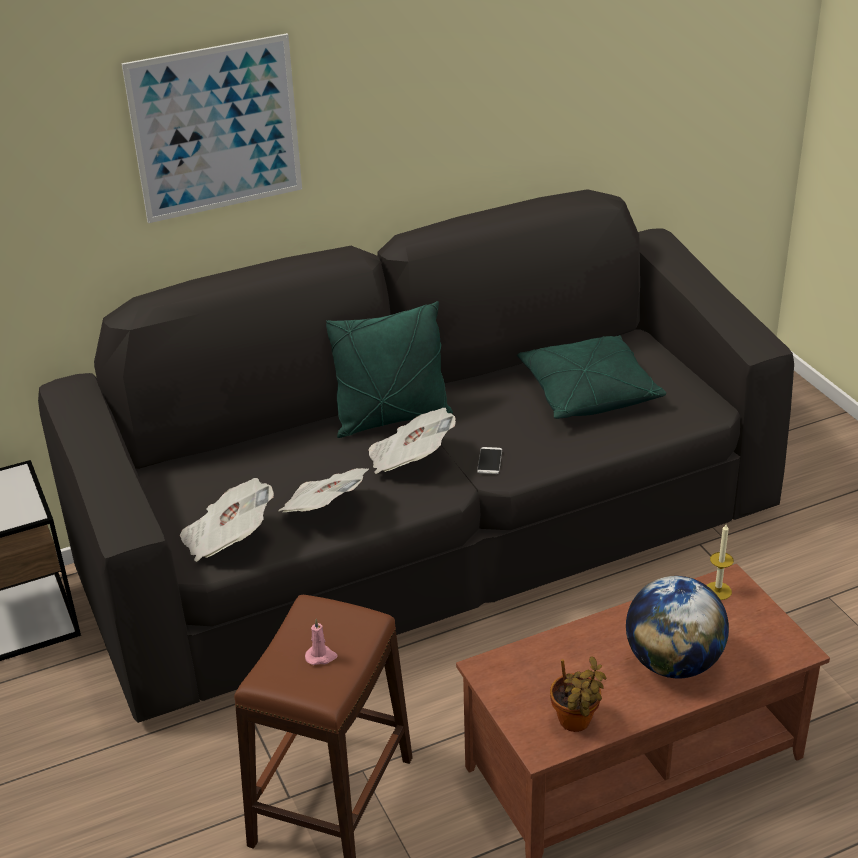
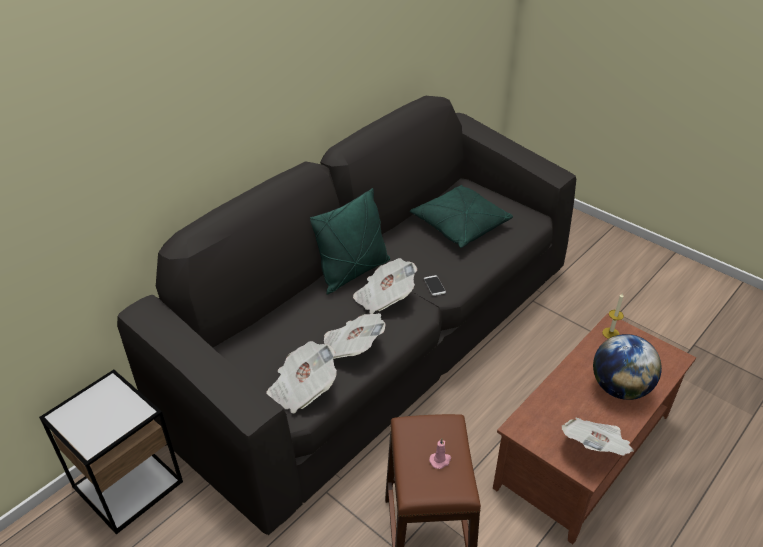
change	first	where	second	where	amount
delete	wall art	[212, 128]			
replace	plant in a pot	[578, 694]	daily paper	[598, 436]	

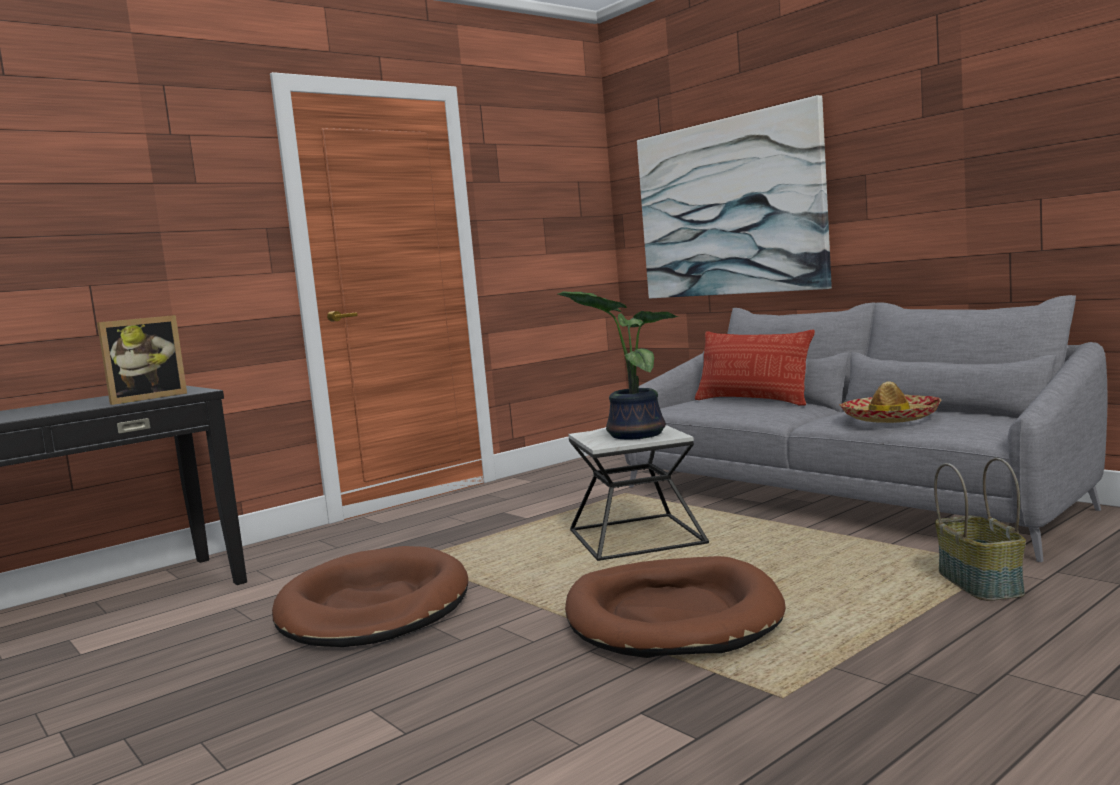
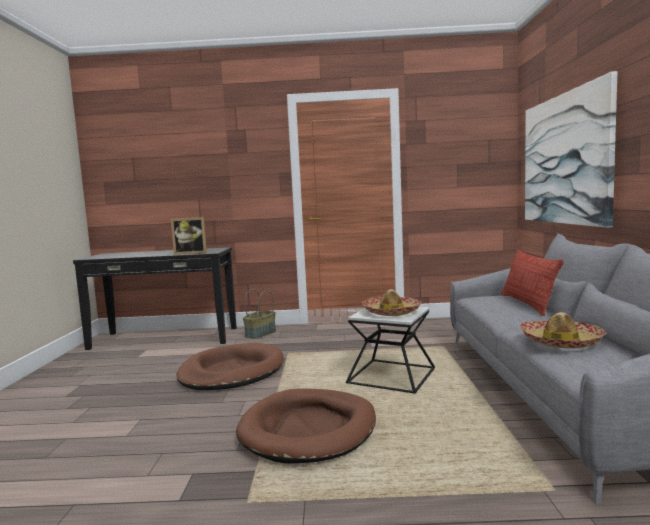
change	first	where	second	where	amount
replace	plant in a pot	[618, 365]	clothing hat	[391, 302]	
move	storage basket	[980, 529]		[259, 314]	

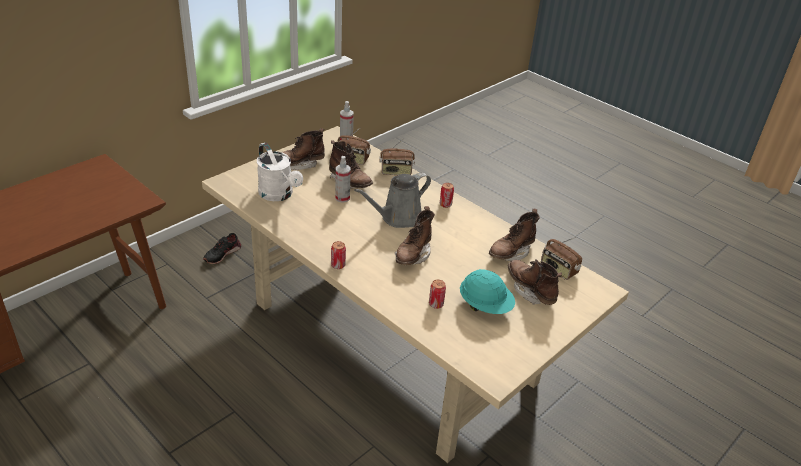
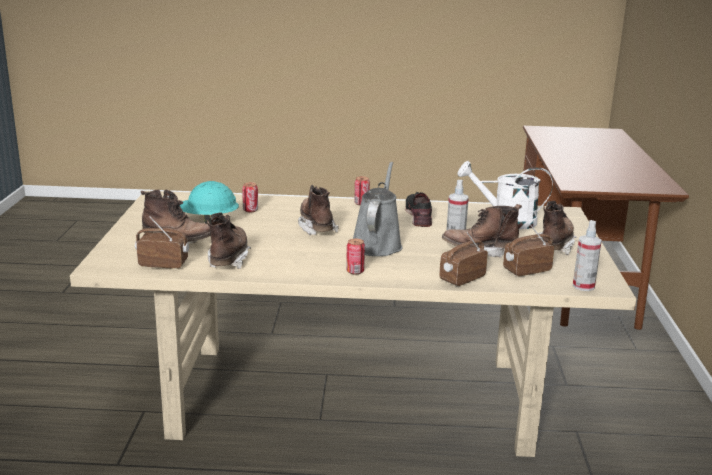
change	first	where	second	where	amount
move	black-coloured low shoe	[222, 248]		[418, 209]	

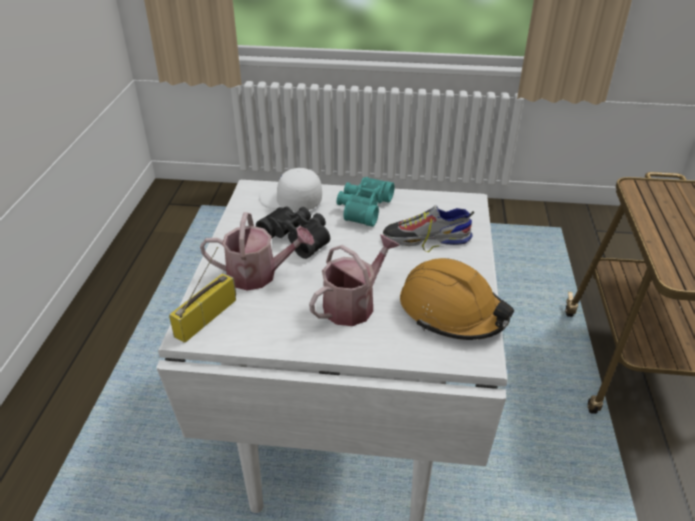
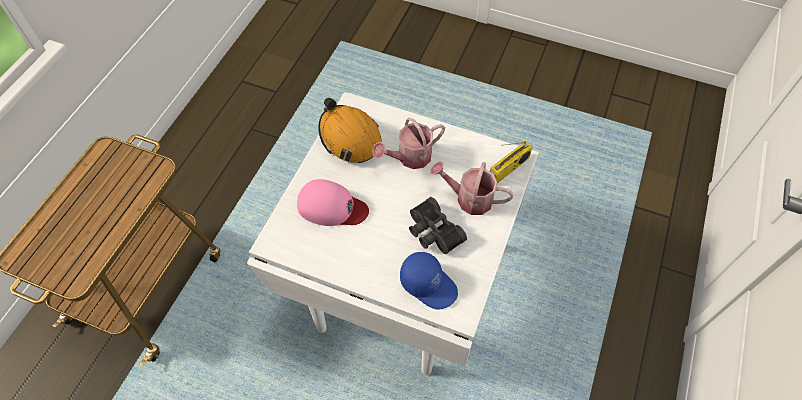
change	first	where	second	where	amount
recolor	white baseball cap	[290, 189]	bluish baseball cap	[429, 281]	
delete	blue-green pair of binoculars	[366, 202]			
replace	low shoe	[429, 228]	pinkish baseball cap	[333, 202]	

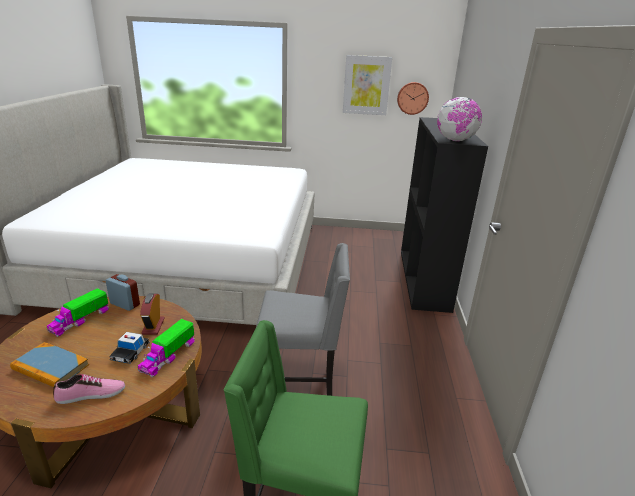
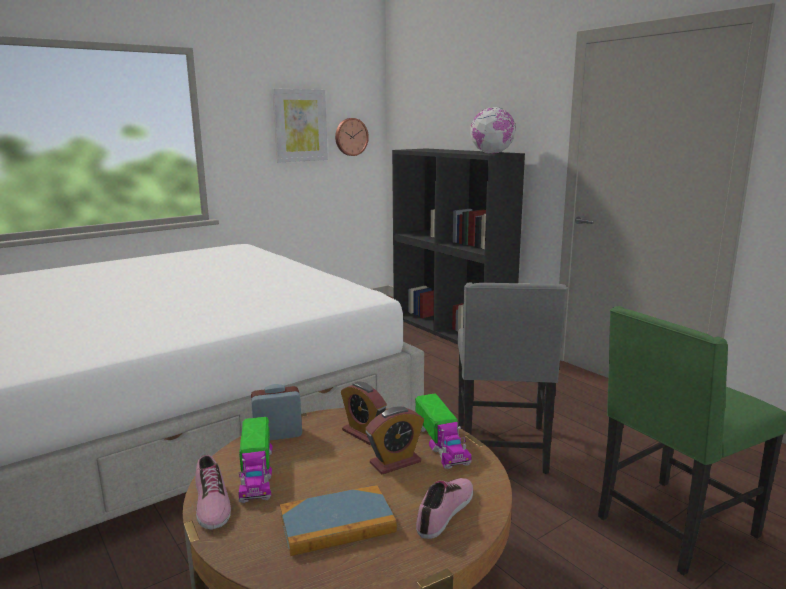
change	first	where	second	where	amount
replace	toy car	[129, 348]	alarm clock	[394, 440]	
rotate	gray plain chair	[303, 319]		[512, 378]	135 degrees clockwise
insert			low shoe	[213, 492]	

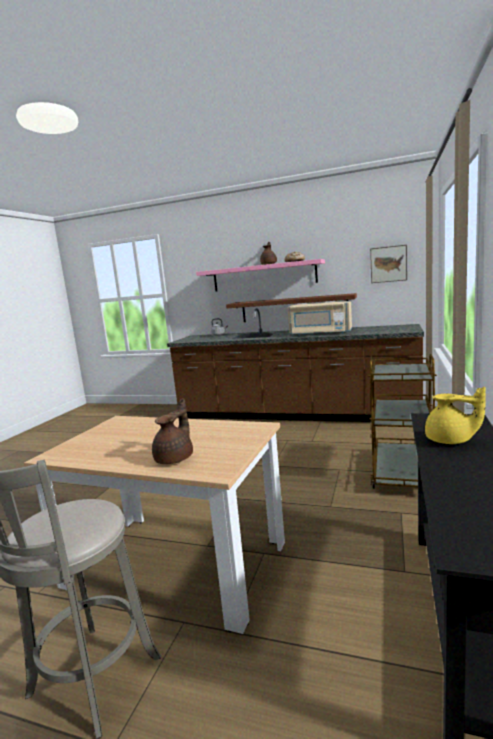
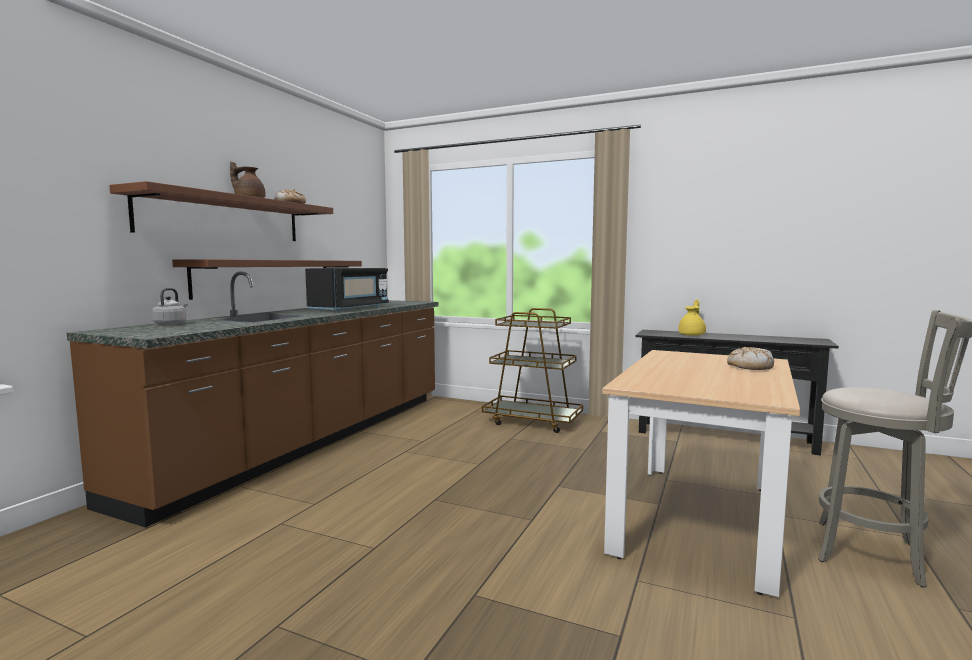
change	first	where	second	where	amount
replace	brown-coloured pot for tea	[172, 431]	bakery bread	[750, 358]	
recolor	pinkish wall shelf	[260, 275]	brown-coloured wall shelf	[221, 211]	
recolor	sand-coloured microwave oven	[320, 318]	black-coloured microwave oven	[347, 290]	
delete	wall art	[388, 264]			

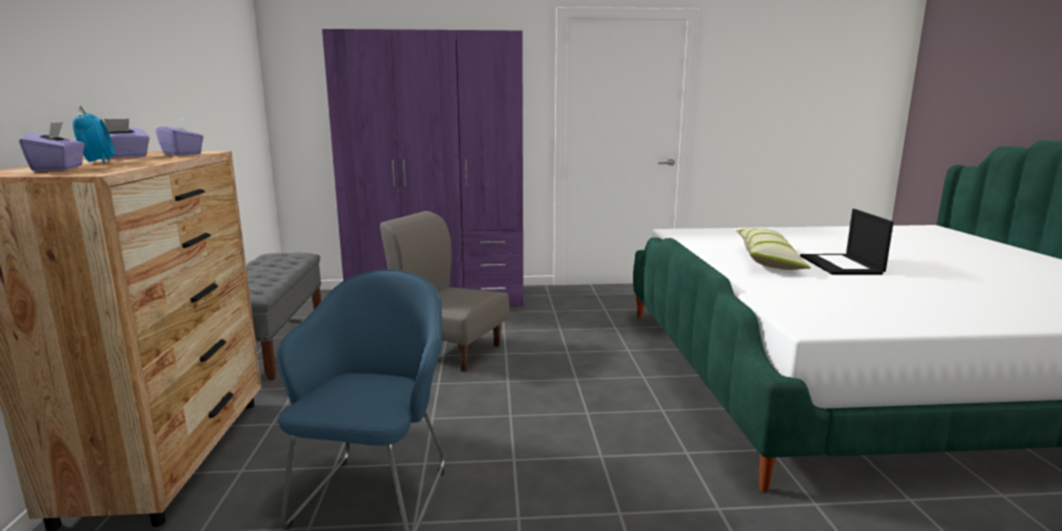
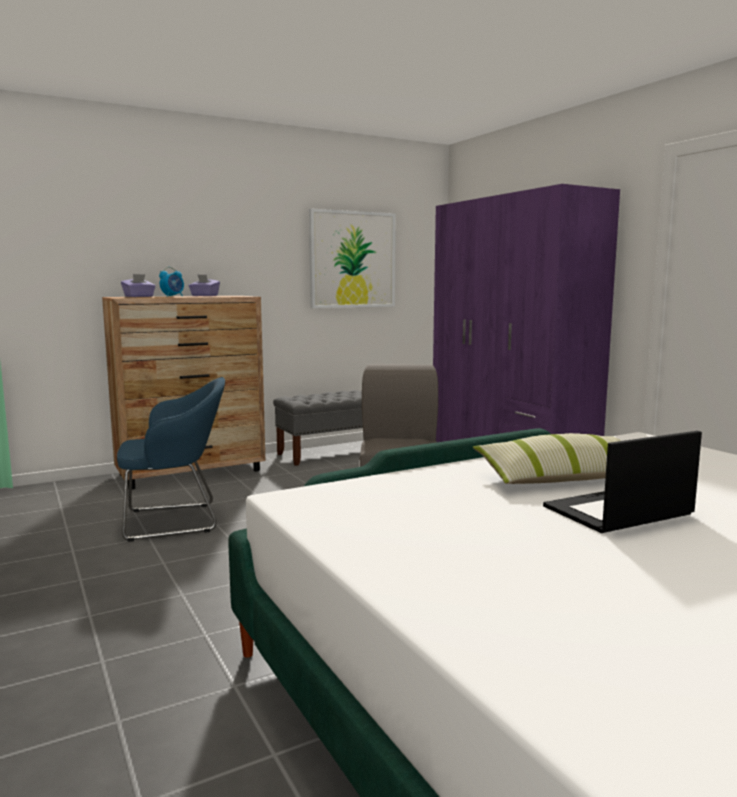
change	first	where	second	where	amount
delete	purple-coloured box of tissues	[180, 137]			
insert			wall art	[352, 258]	

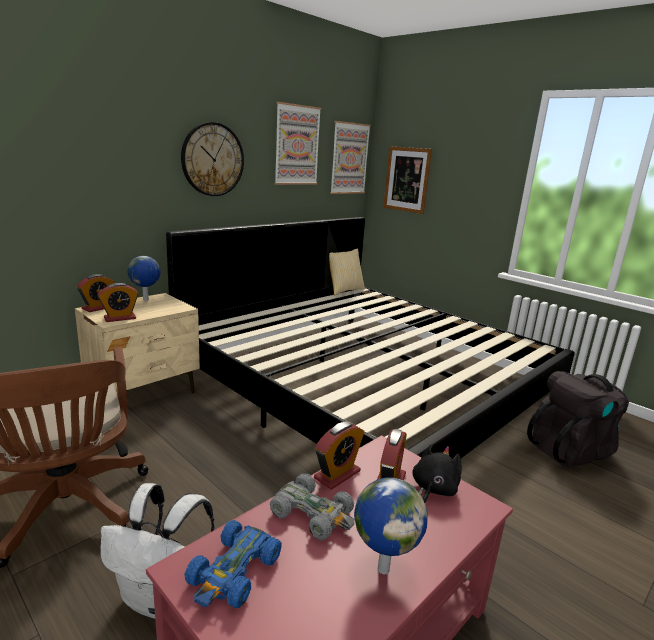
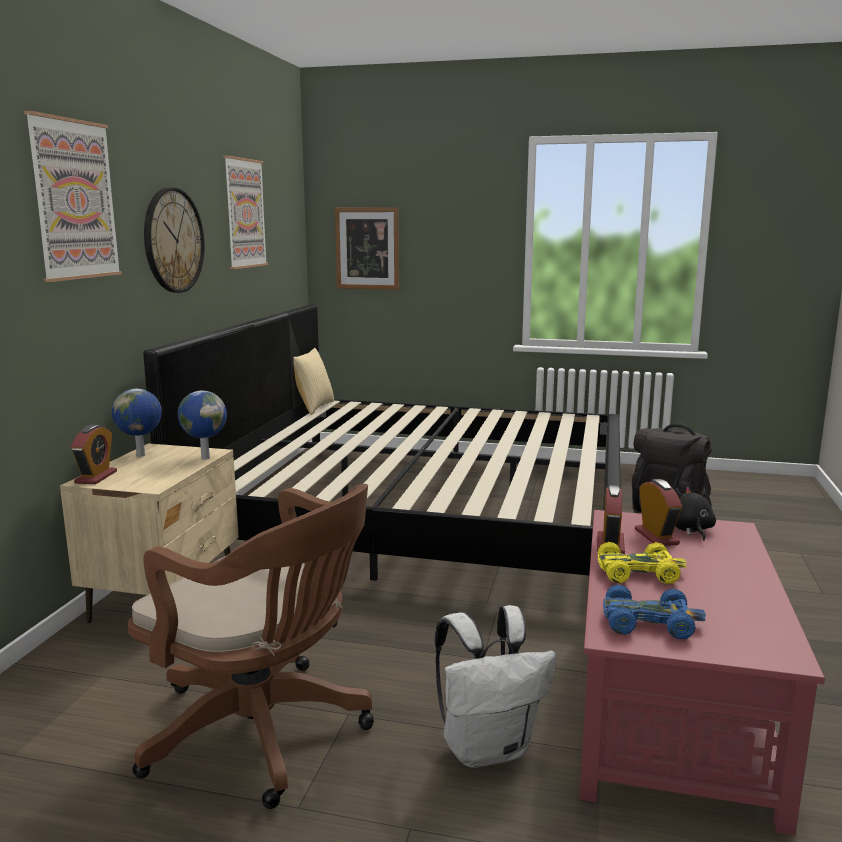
change	first	where	second	where	amount
delete	alarm clock	[117, 302]			
rotate	bluish toy car	[233, 564]		[654, 611]	75 degrees counterclockwise
recolor	gray toy car	[312, 506]	yellow toy car	[642, 563]	
move	wall art	[350, 157]		[73, 196]	
move	desk globe	[391, 525]		[202, 425]	

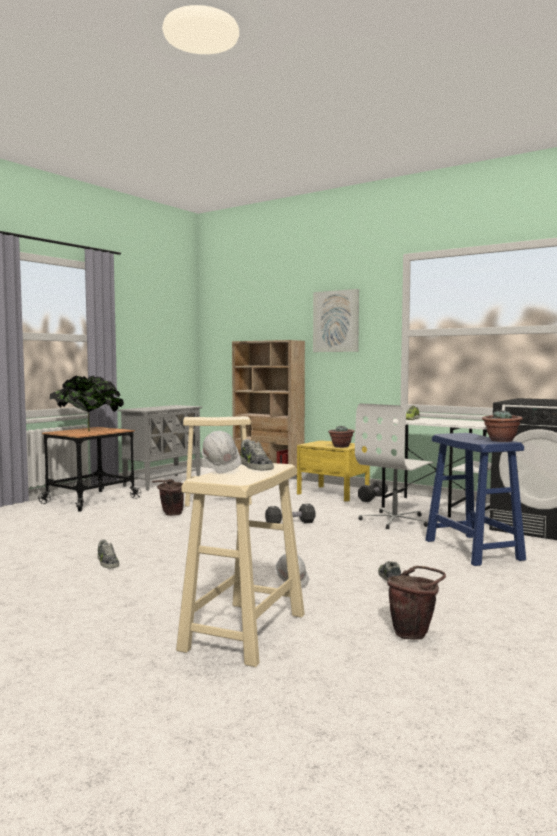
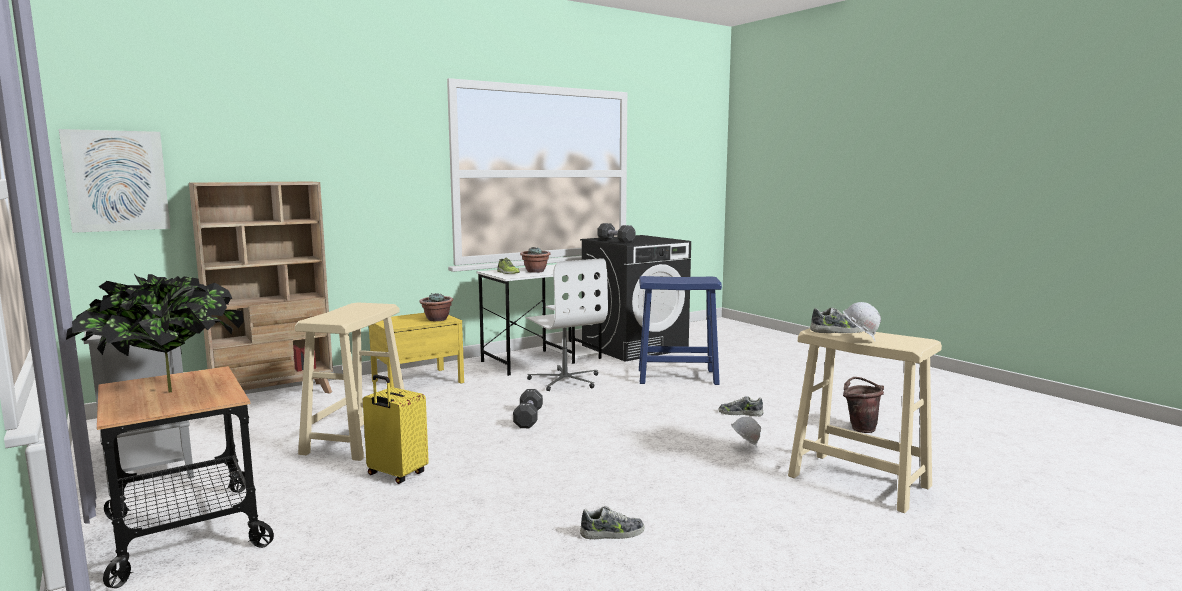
change	first	where	second	where	amount
replace	brown-coloured bucket	[168, 497]	yellow piece of luggage	[396, 429]	
move	wall art	[336, 320]		[114, 181]	
move	black-coloured free weight	[373, 491]		[617, 233]	
move	plant in a pot	[502, 426]		[535, 260]	

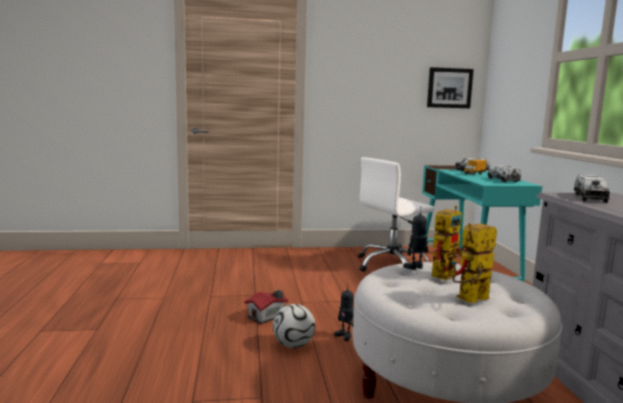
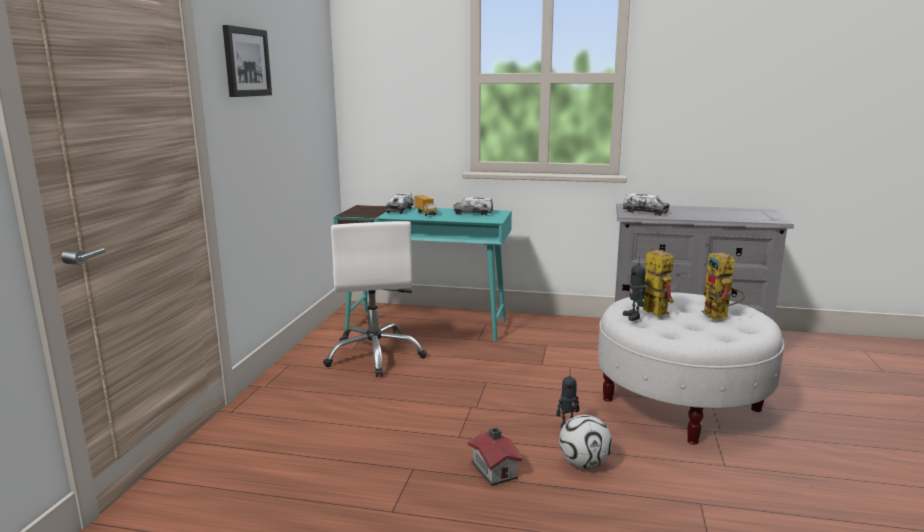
change	first	where	second	where	amount
move	wall art	[450, 87]		[247, 61]	

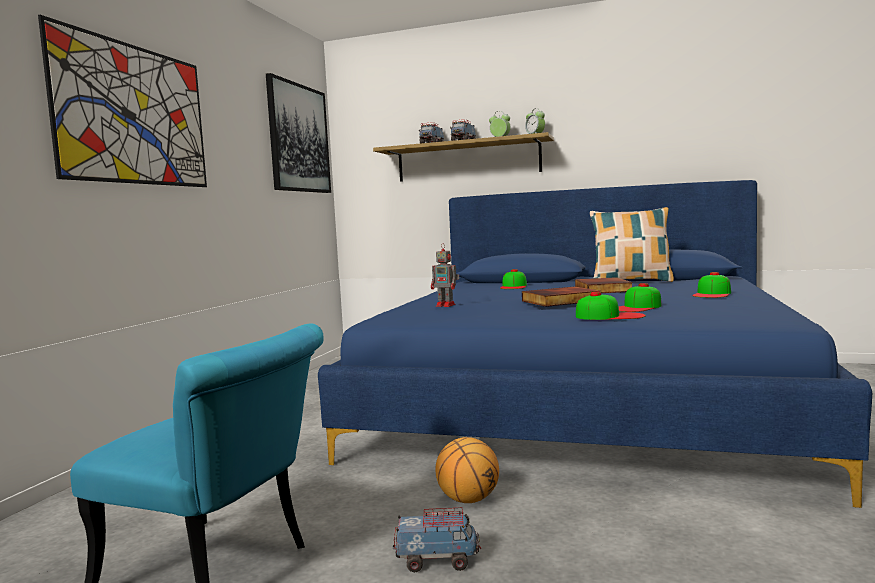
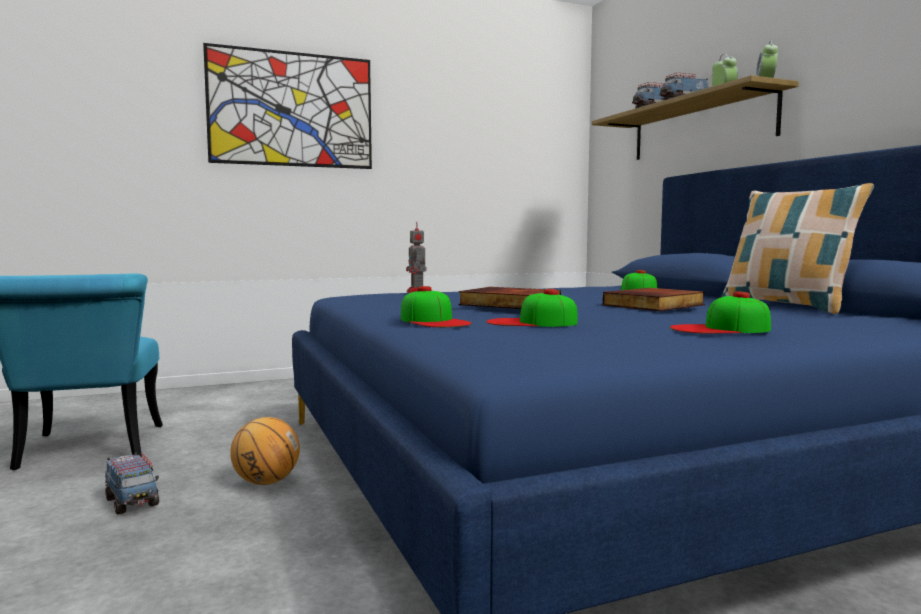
change	first	where	second	where	amount
delete	wall art	[298, 133]			

